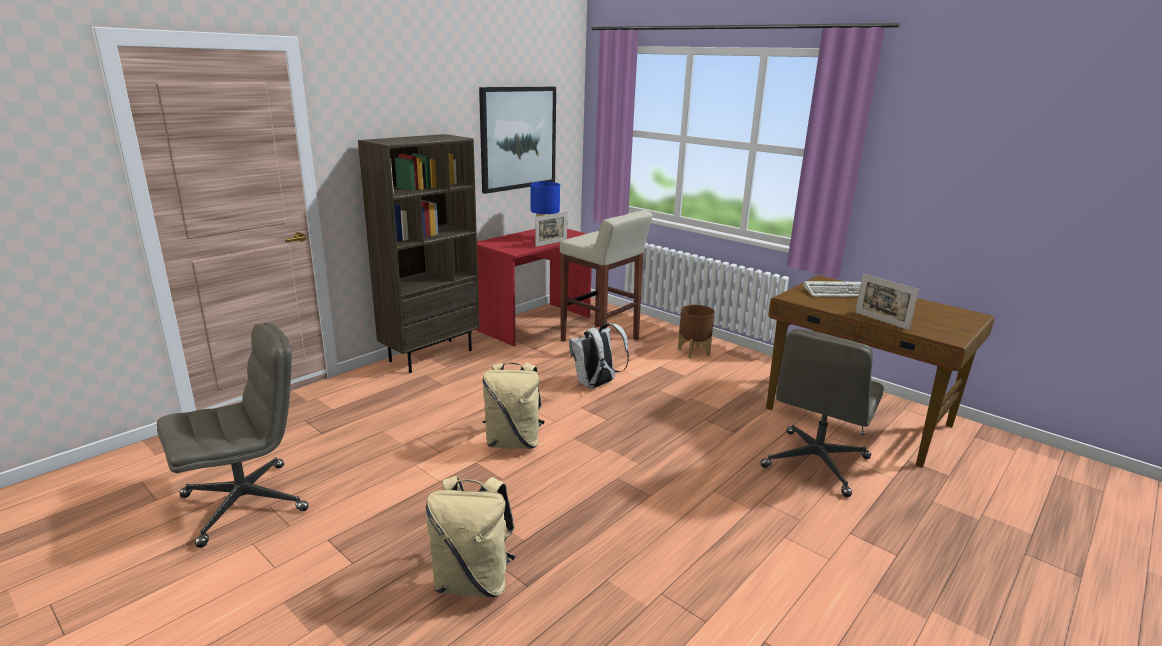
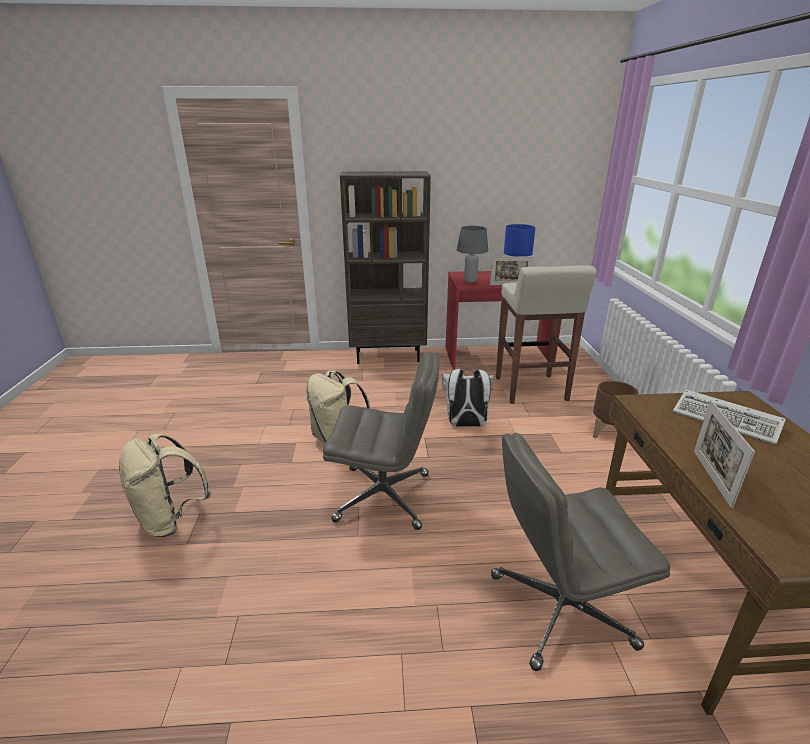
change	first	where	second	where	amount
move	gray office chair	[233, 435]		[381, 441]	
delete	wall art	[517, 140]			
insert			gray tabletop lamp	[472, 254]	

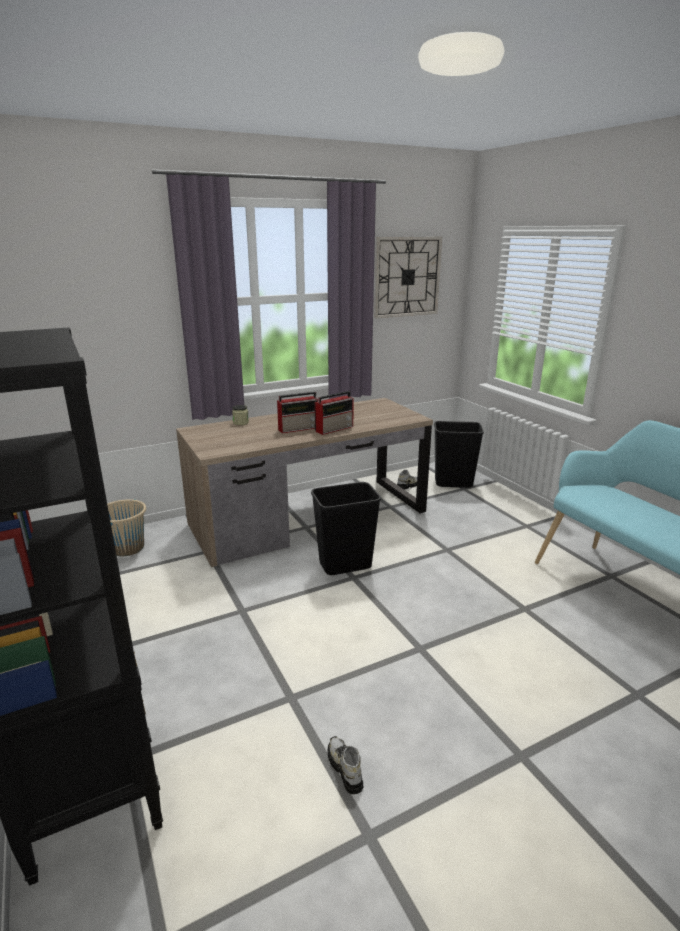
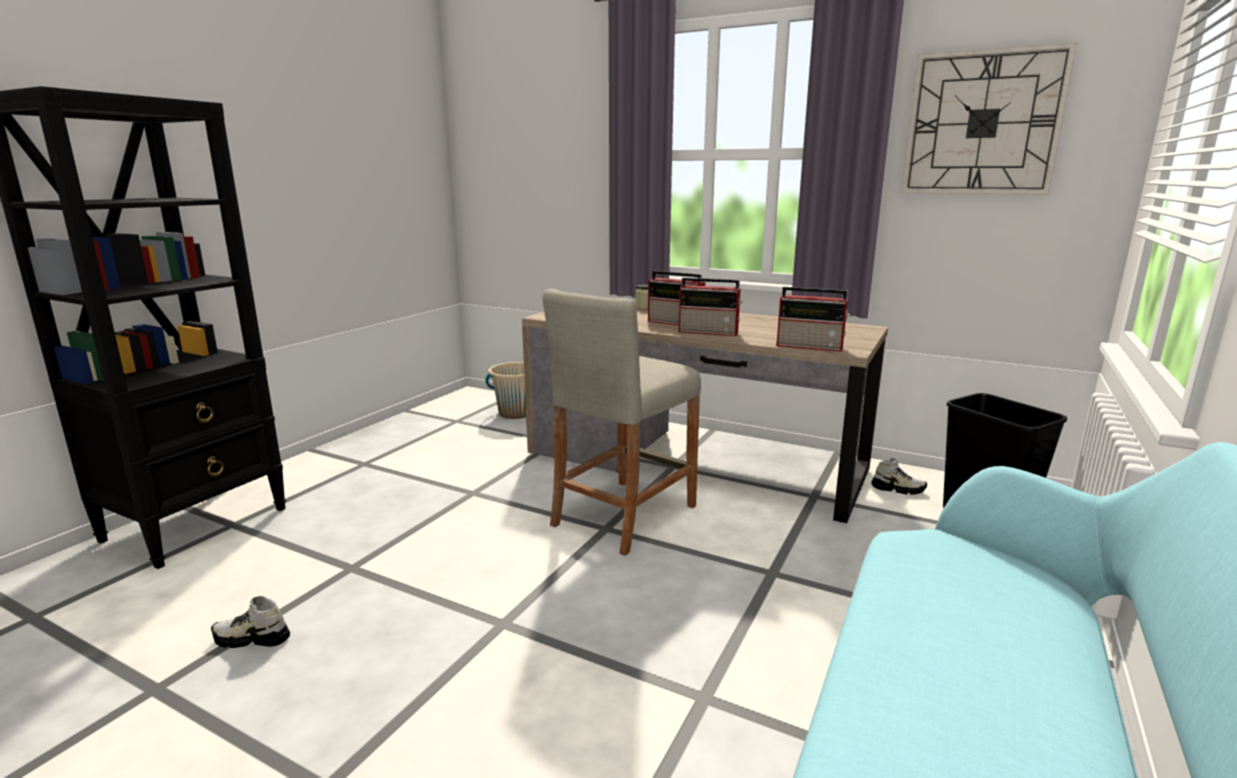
change	first	where	second	where	amount
replace	black-coloured waste bin	[346, 528]	sand-coloured stool seat	[622, 422]	
rotate	low shoe	[345, 765]		[250, 622]	120 degrees counterclockwise
insert			radio set	[813, 319]	

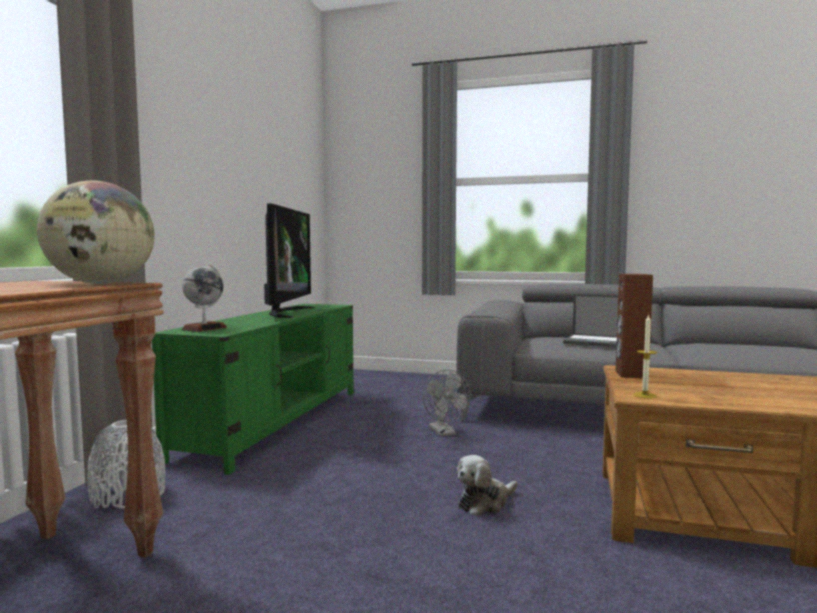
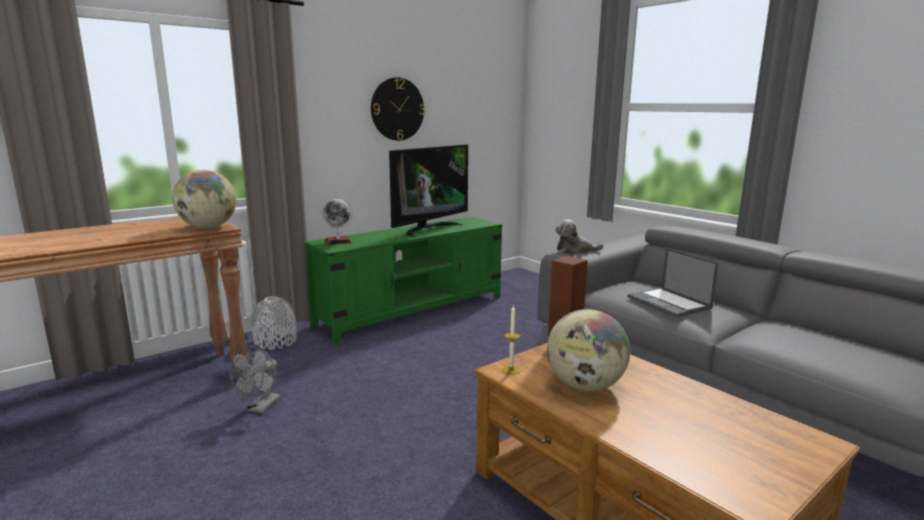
change	first	where	second	where	amount
move	gray cooling fan	[447, 402]		[254, 380]	
move	plush toy	[487, 485]		[579, 236]	
insert			hanging clock	[398, 109]	
insert			desk globe	[588, 350]	

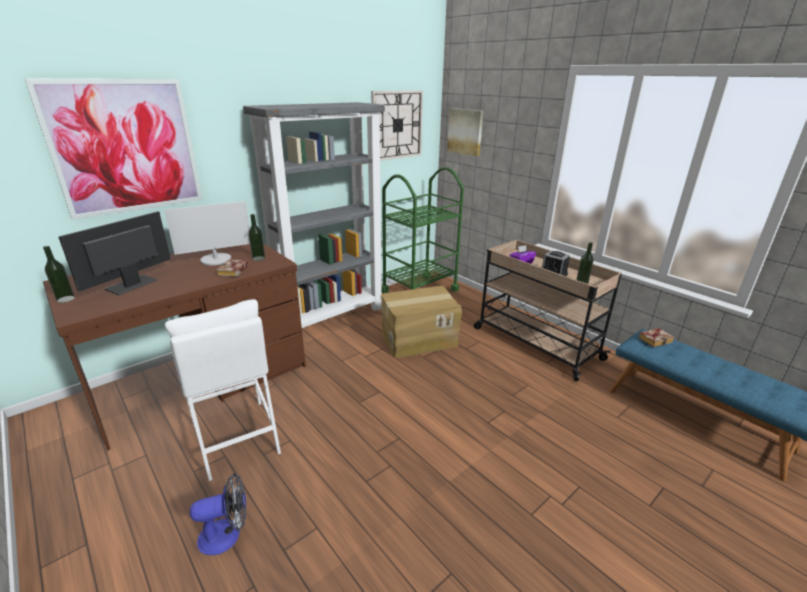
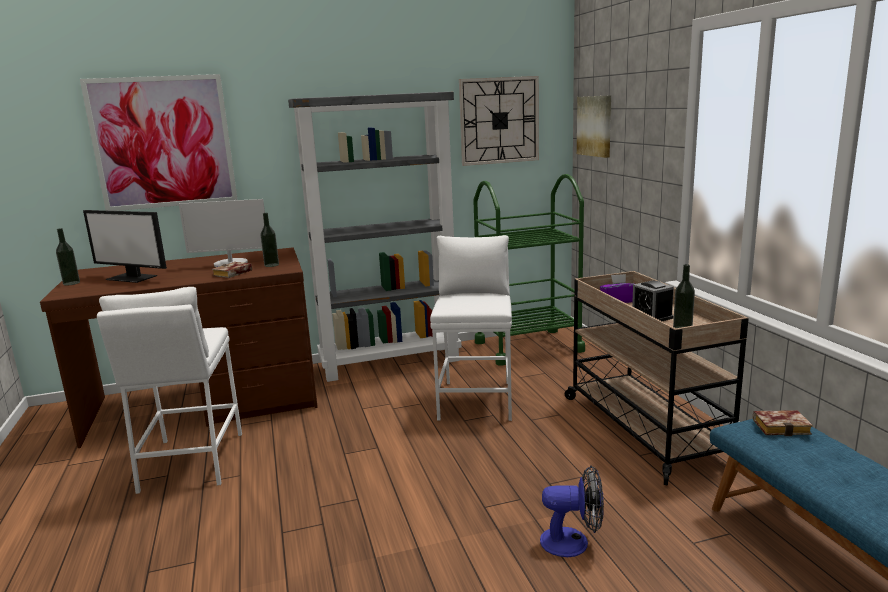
change	first	where	second	where	amount
rotate	computer screen	[114, 253]		[125, 246]	120 degrees counterclockwise
move	cooling fan	[218, 514]		[572, 511]	
replace	packing box	[421, 322]	white stool seat	[471, 328]	

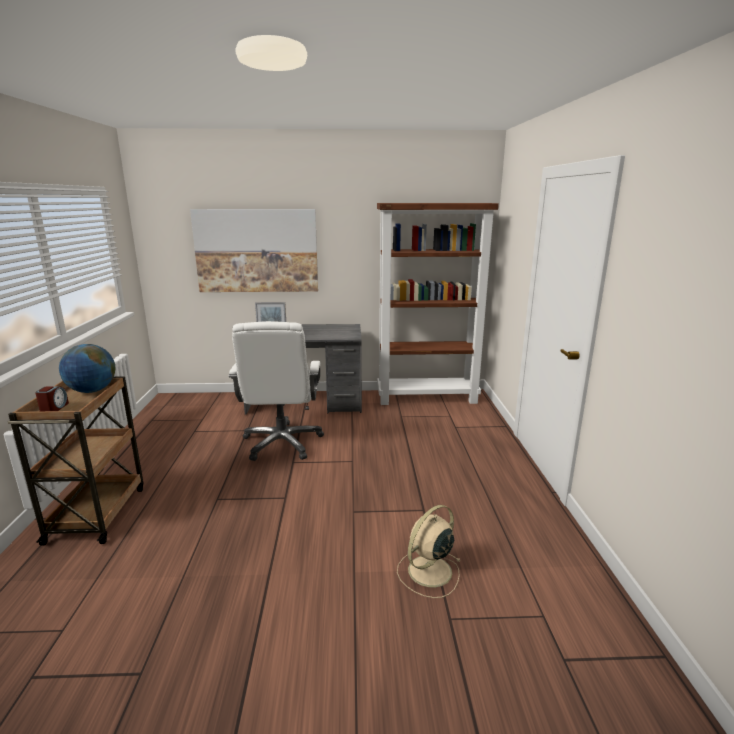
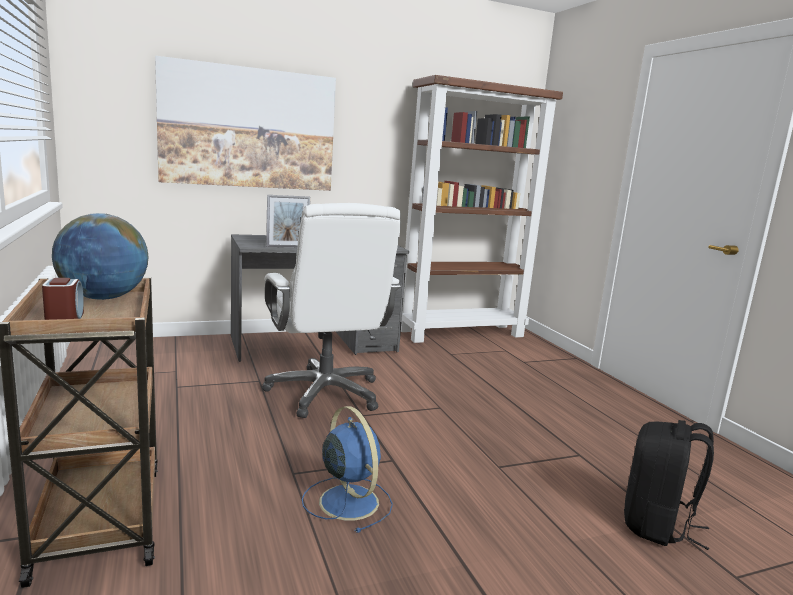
change	first	where	second	where	amount
replace	sand-coloured cooling fan	[429, 551]	black-coloured backpack	[669, 485]	
insert			bluish cooling fan	[347, 469]	

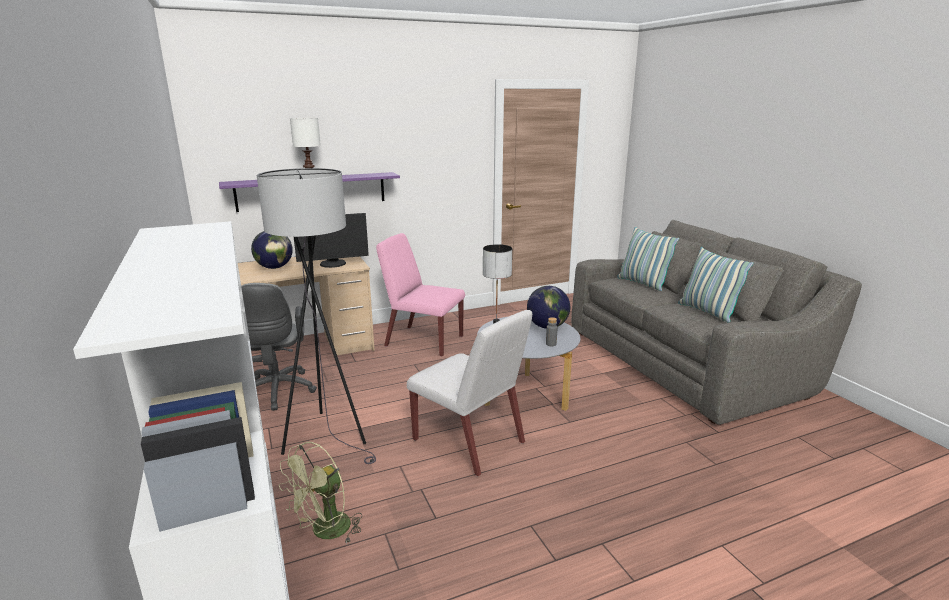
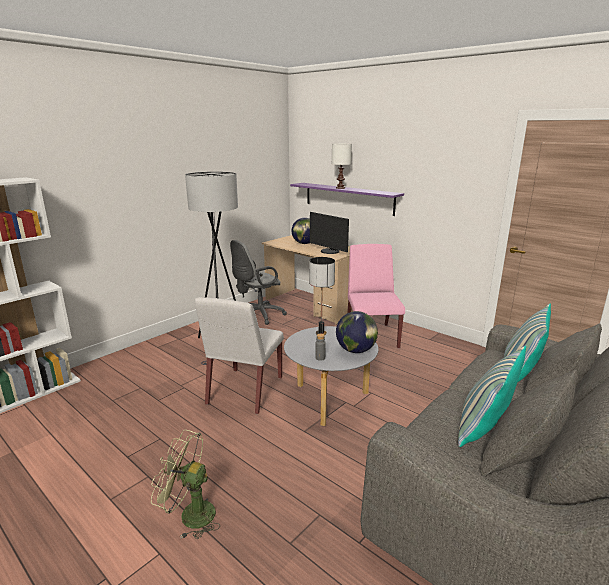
change	first	where	second	where	amount
move	green cooling fan	[320, 493]		[185, 484]	

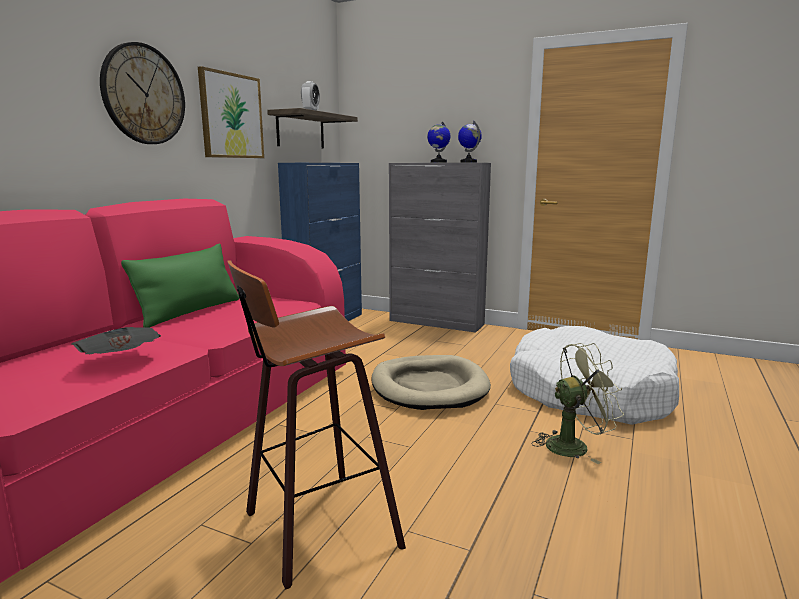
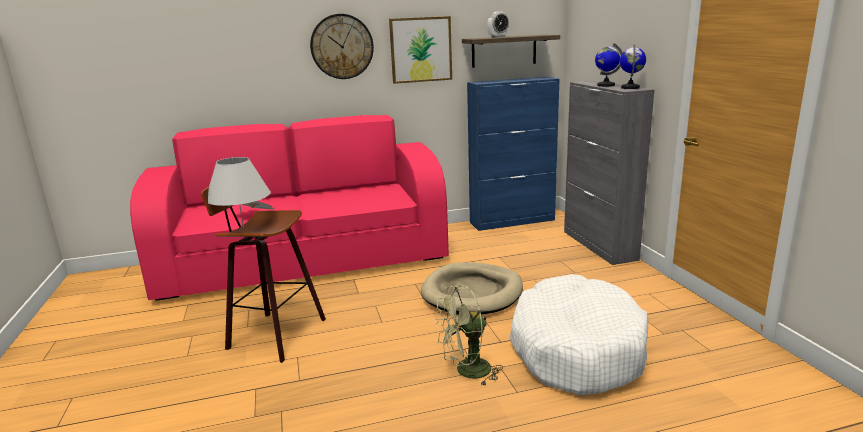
change	first	where	second	where	amount
delete	green throw pillow	[180, 286]			
rotate	green cooling fan	[578, 403]		[468, 335]	120 degrees clockwise
insert			white tabletop lamp	[239, 192]	

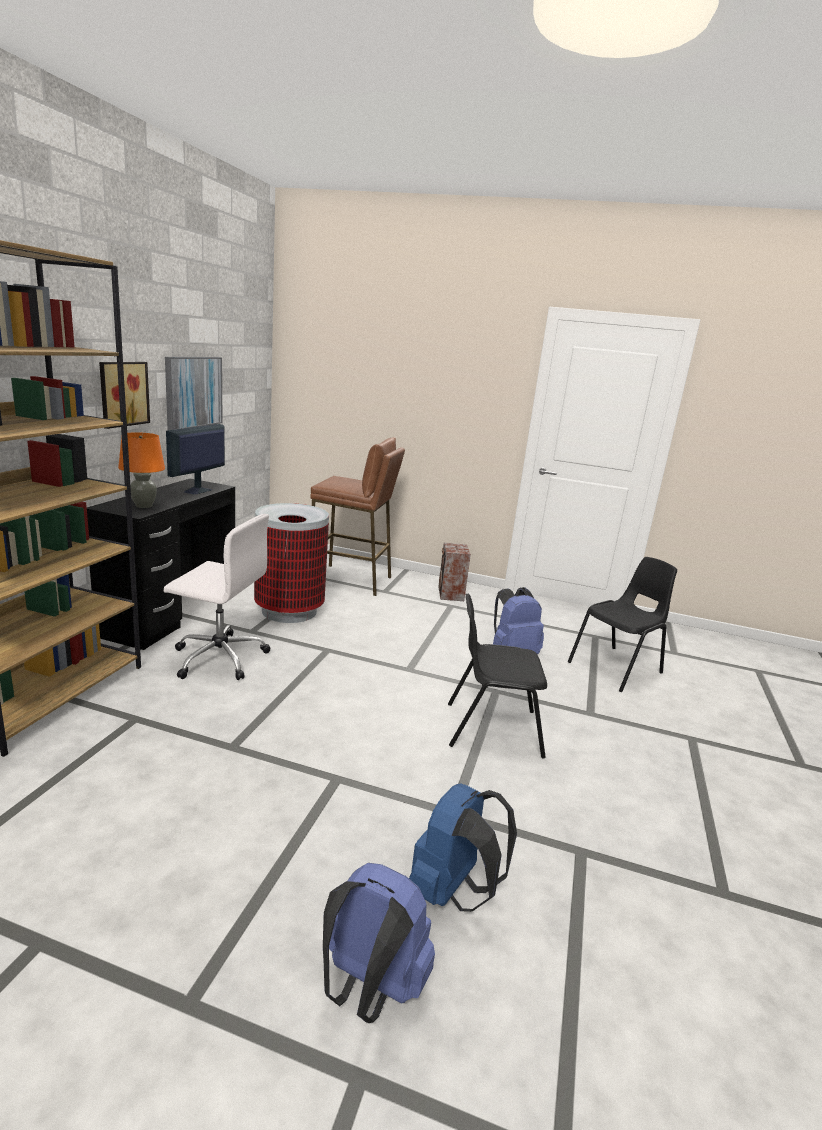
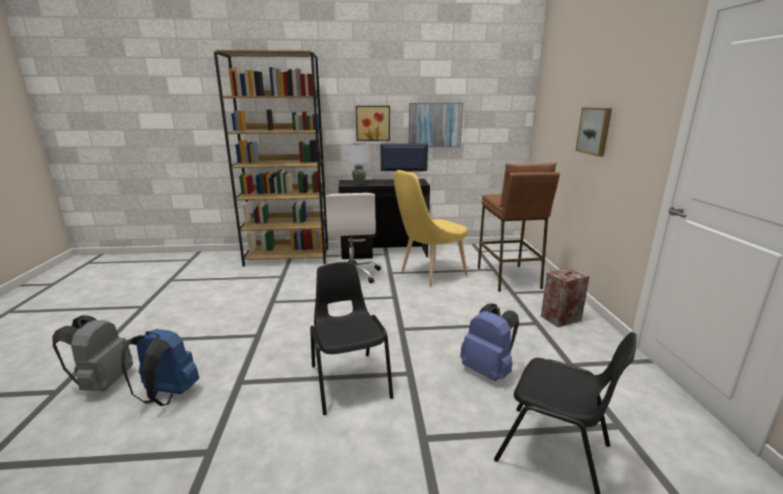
change	first	where	second	where	amount
recolor	orangey tabletop lamp	[141, 470]	gray tabletop lamp	[358, 163]	
replace	waste bin	[291, 563]	yellow plain chair	[431, 228]	
recolor	bluish backpack	[379, 943]	gray backpack	[92, 353]	
insert			wall art	[593, 131]	

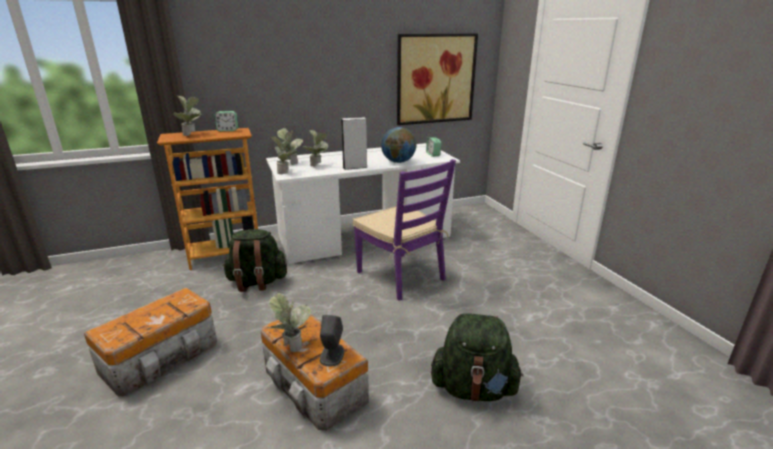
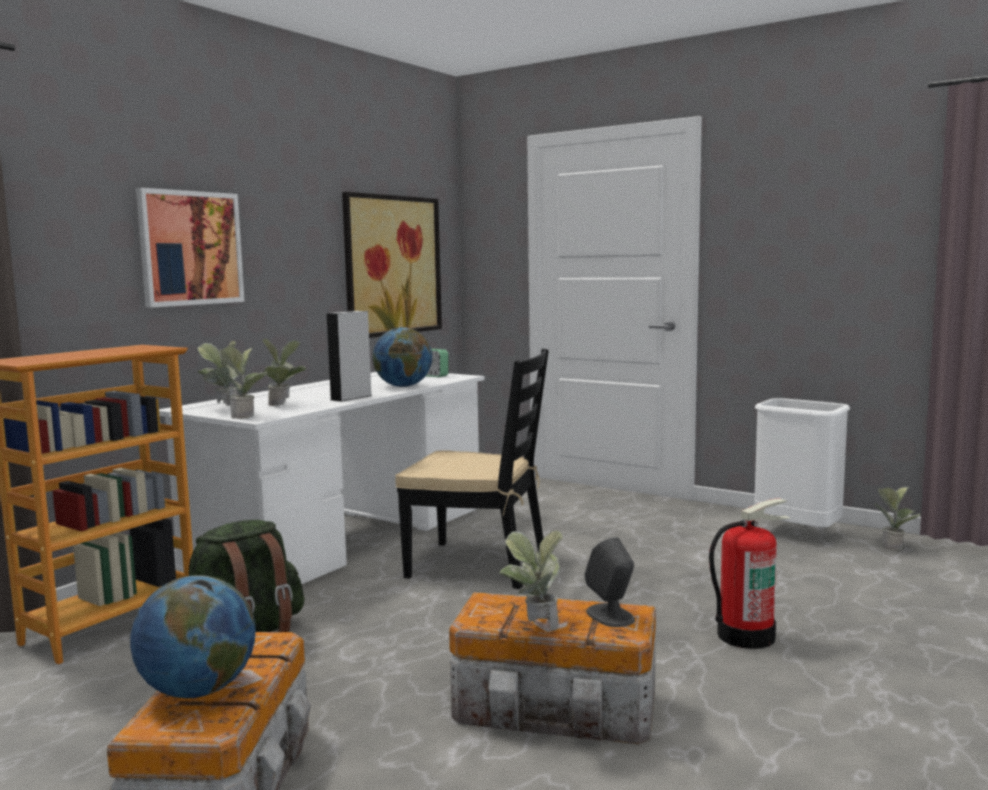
change	first	where	second	where	amount
move	plant in a pot	[187, 116]		[897, 518]	
delete	alarm clock	[226, 121]			
recolor	purple-coloured plain chair	[404, 230]	black-coloured plain chair	[472, 469]	
replace	green backpack	[477, 357]	fire-fighting cylinder	[749, 574]	
insert			desk globe	[192, 636]	
insert			wall art	[190, 248]	
insert			white waste bin	[802, 463]	

